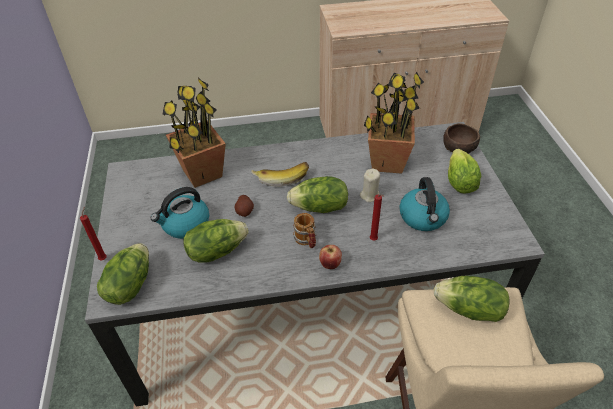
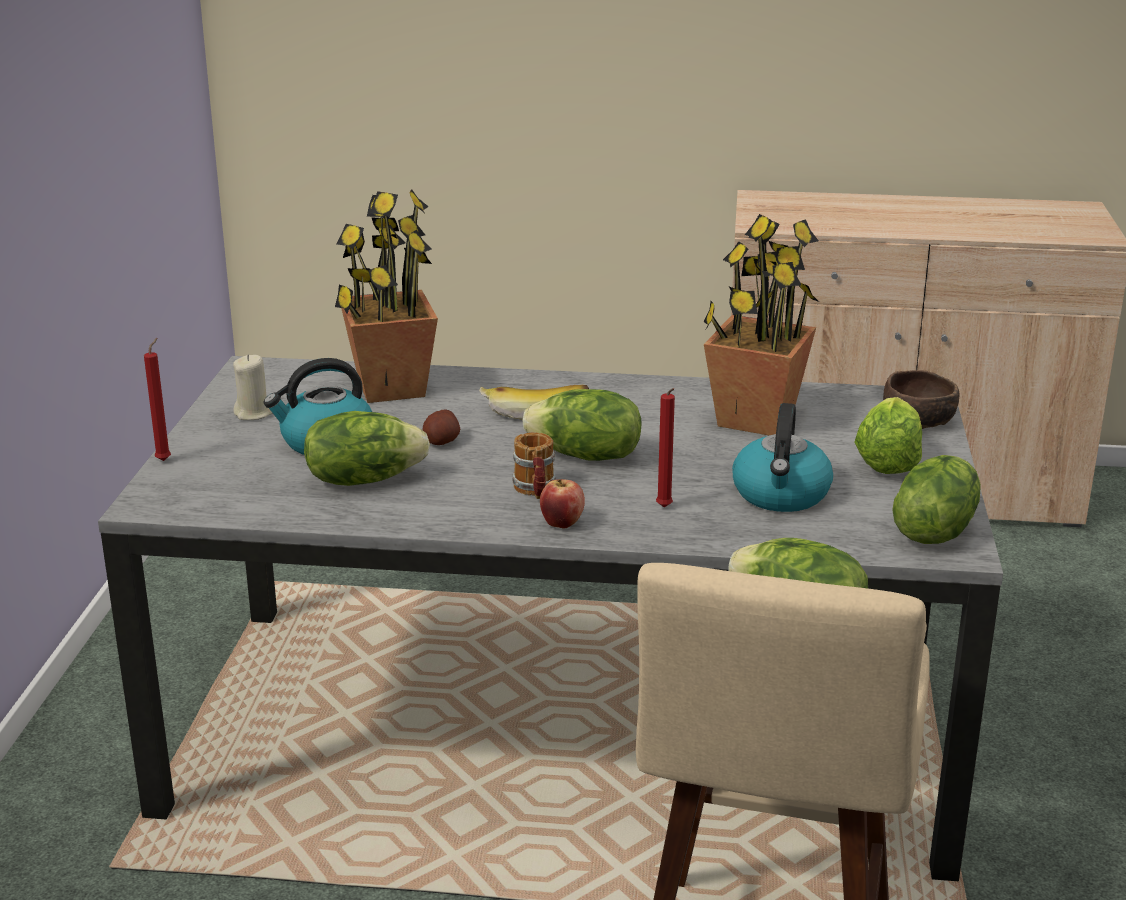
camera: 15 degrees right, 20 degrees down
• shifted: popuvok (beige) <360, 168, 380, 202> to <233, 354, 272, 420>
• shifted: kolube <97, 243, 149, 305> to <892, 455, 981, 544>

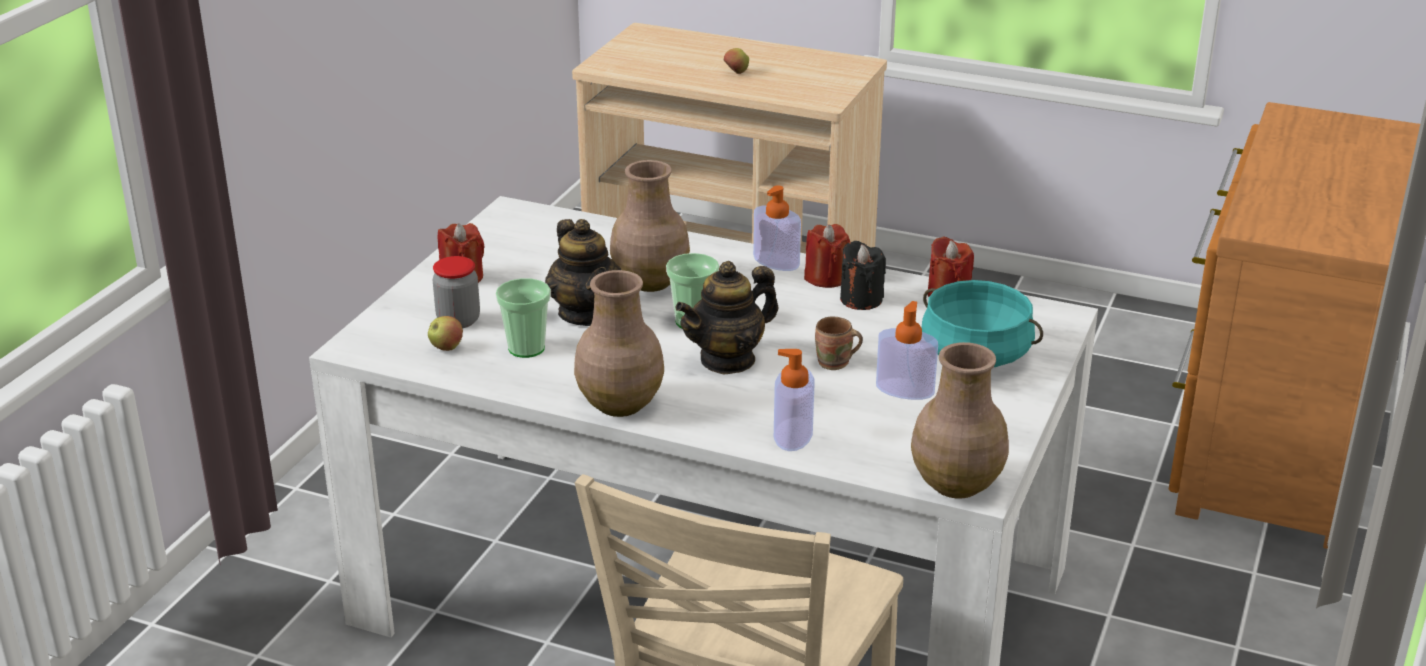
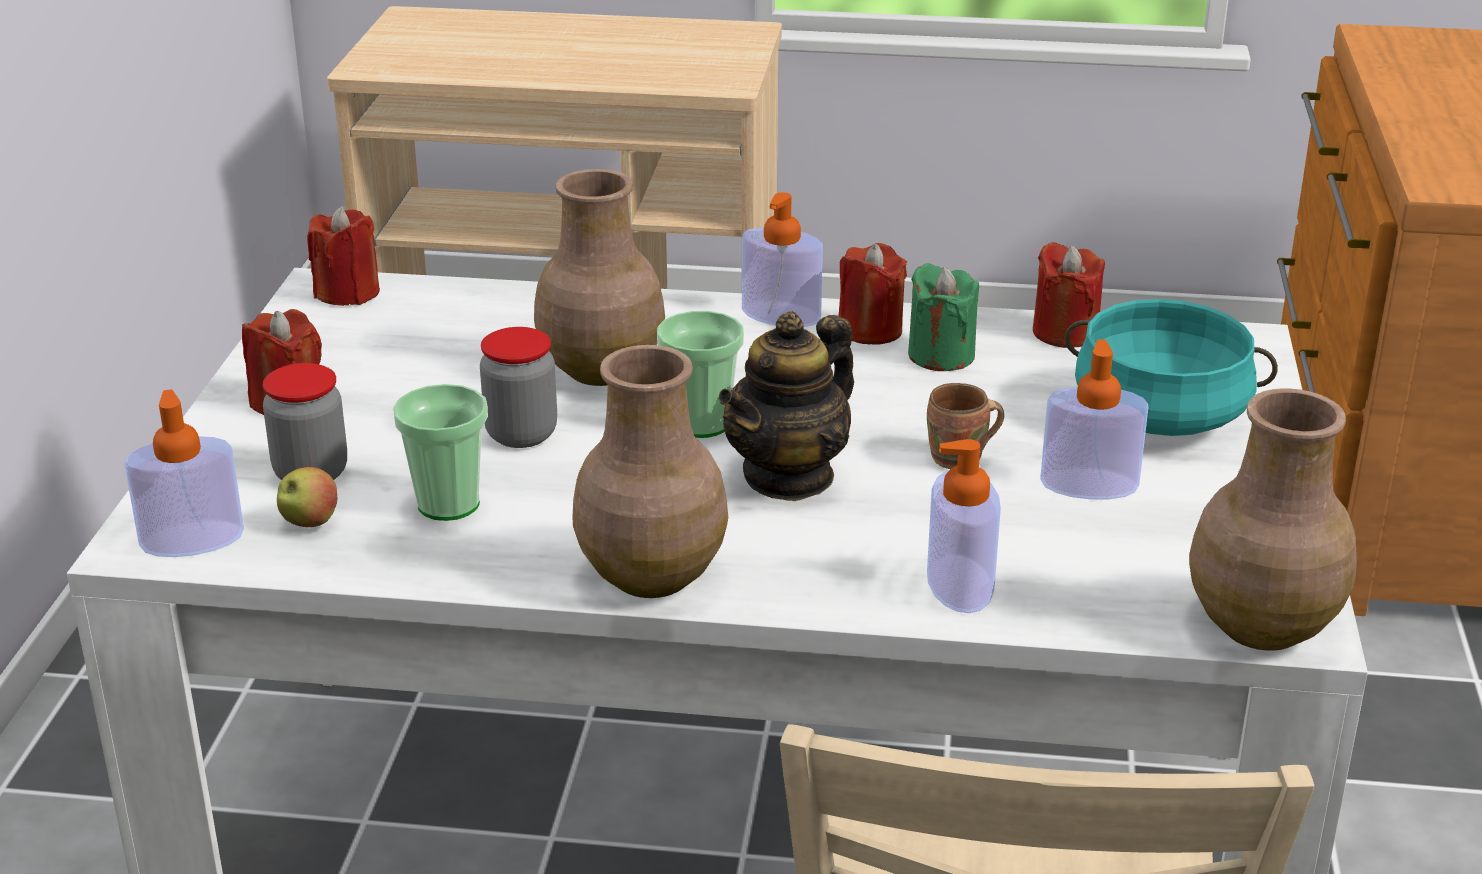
camera: 15 degrees left, 0 degrees up
• gone: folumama <724, 48, 749, 74>
• swapped: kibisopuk <545, 219, 621, 326> to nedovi <480, 327, 557, 448>
• repainted: popuvok (black) <840, 240, 886, 310> to popuvok (green) <908, 263, 979, 371>
• new: popuvok (red) <307, 206, 380, 306>
• new: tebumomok <124, 390, 244, 557>

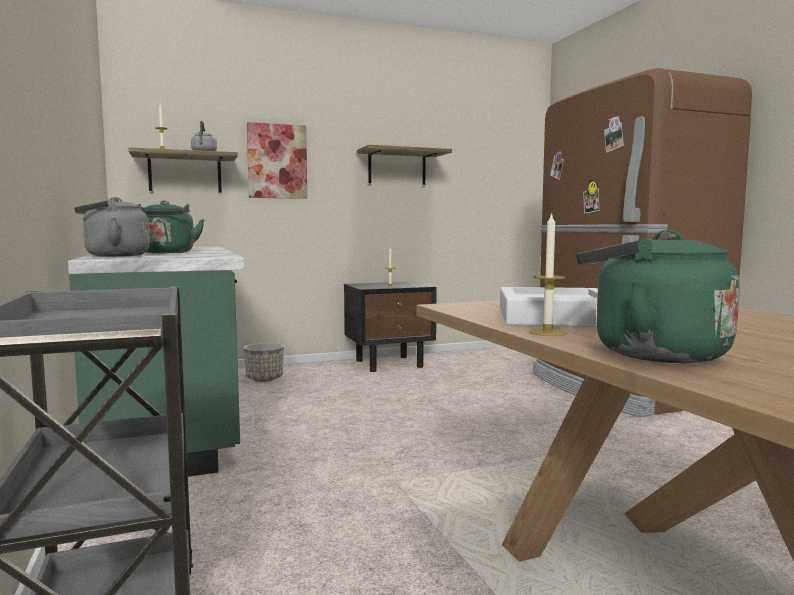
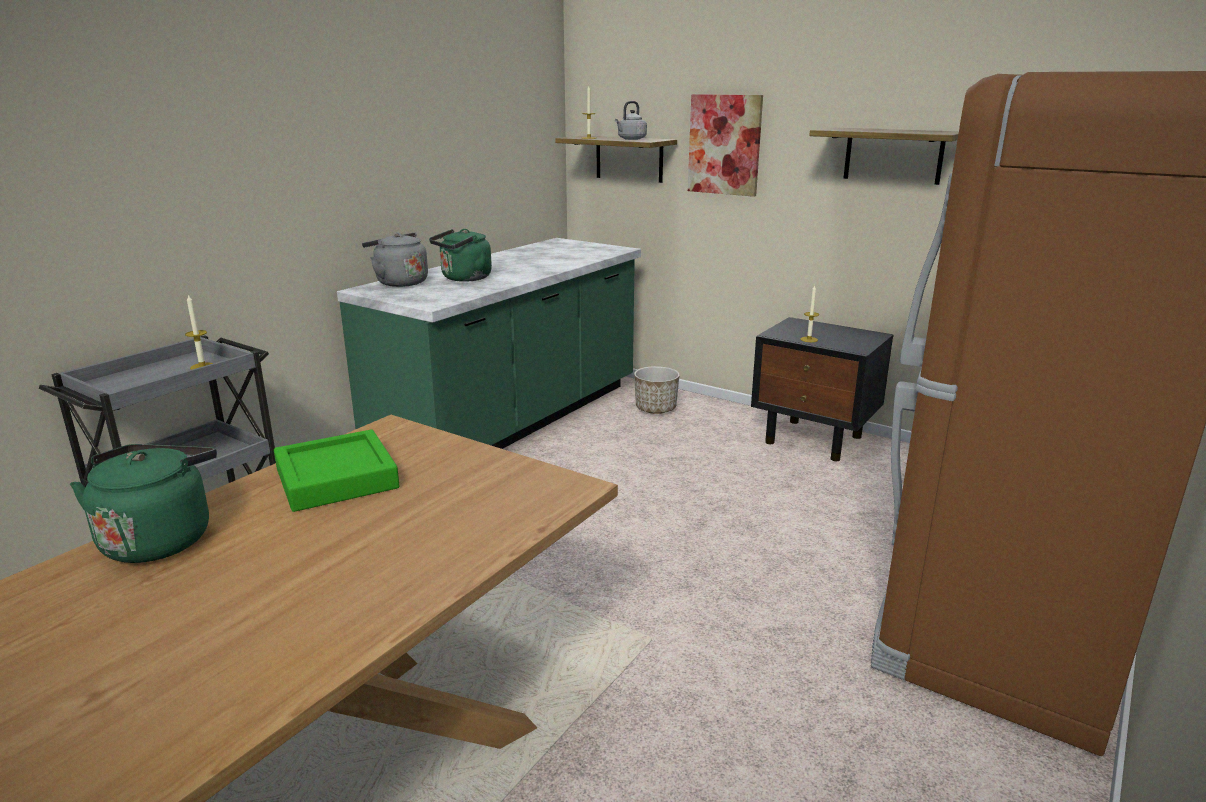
camera: 55 degrees right, 15 degrees up
• shifted: popuvok <529, 212, 567, 336> to <185, 294, 213, 370>
• repainted: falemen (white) <500, 287, 598, 327> to falemen (green) <274, 429, 399, 512>

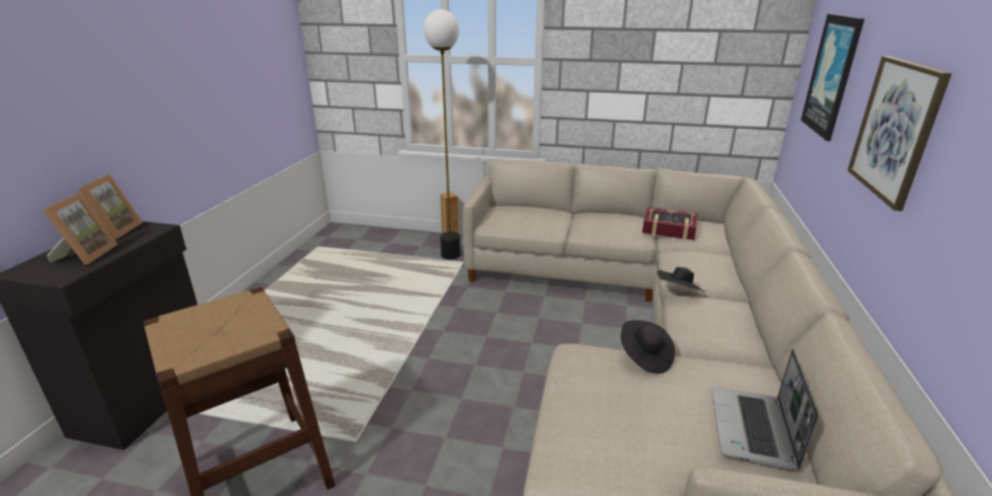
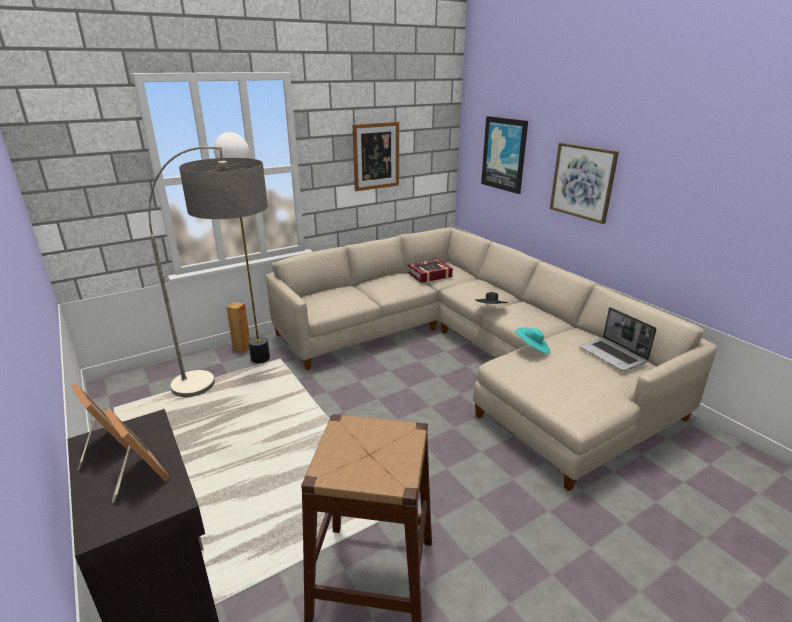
camera: 45 degrees left, 0 degrees up
• repainted: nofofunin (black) <621, 320, 675, 374> to nofofunin (turquoise) <515, 327, 550, 354>
• new: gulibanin <353, 122, 399, 191>
• new: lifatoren <148, 146, 268, 397>

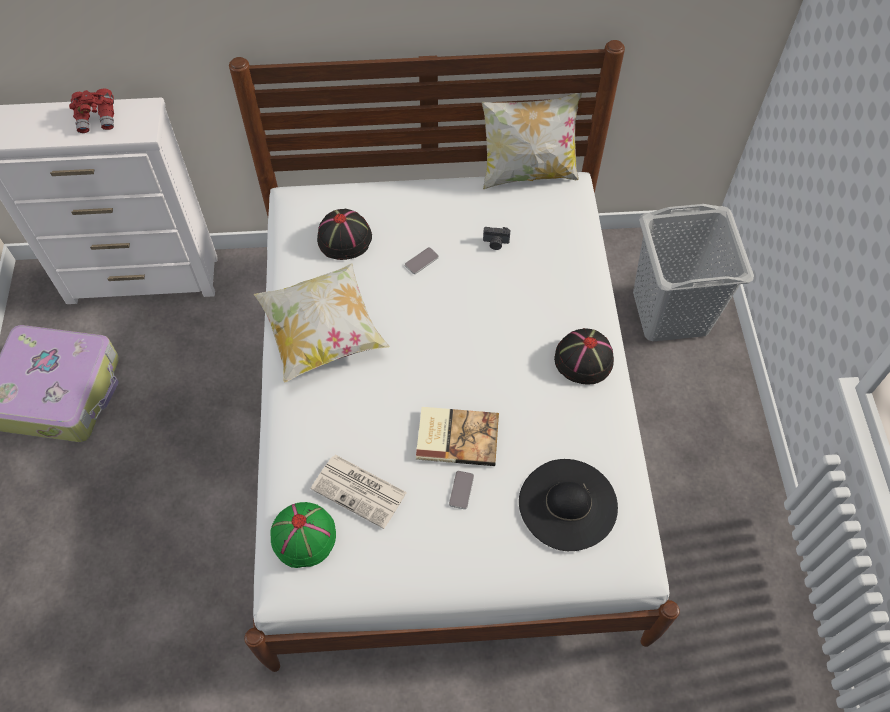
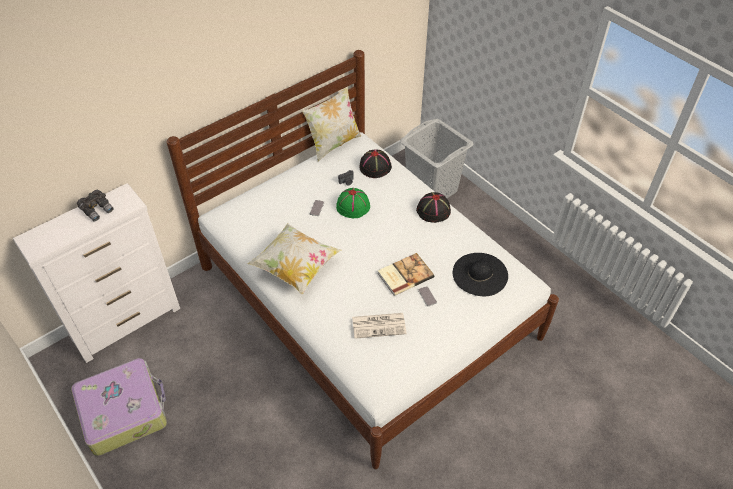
camera: 35 degrees left, 10 degrees down
• repainted: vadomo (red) <69, 88, 114, 133> to vadomo (grey) <77, 190, 114, 222>
• shifted: nofofunin (black) <317, 209, 372, 260> to <360, 149, 392, 178>
• shifted: nofofunin (green) <270, 502, 336, 568> to <336, 188, 370, 218>

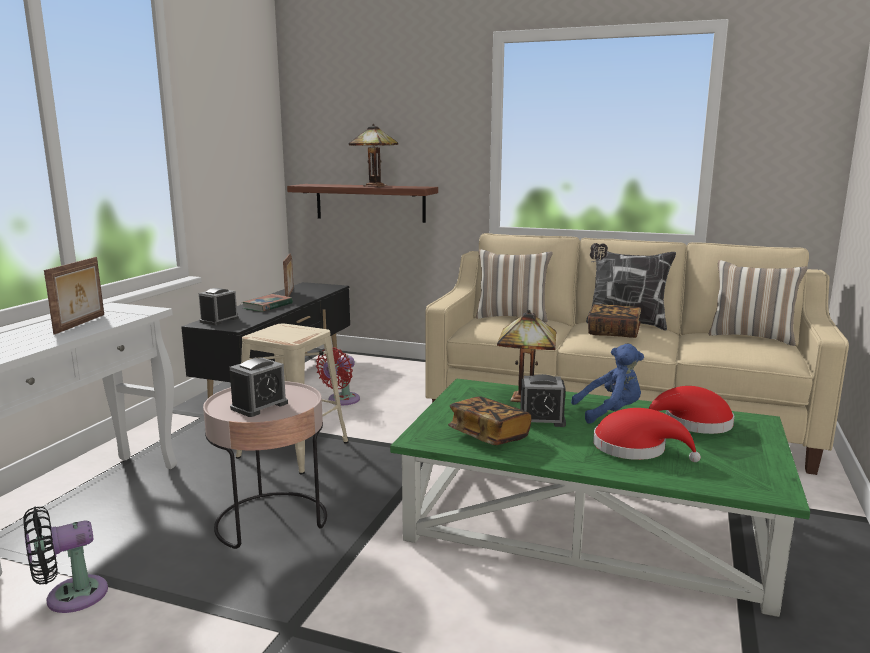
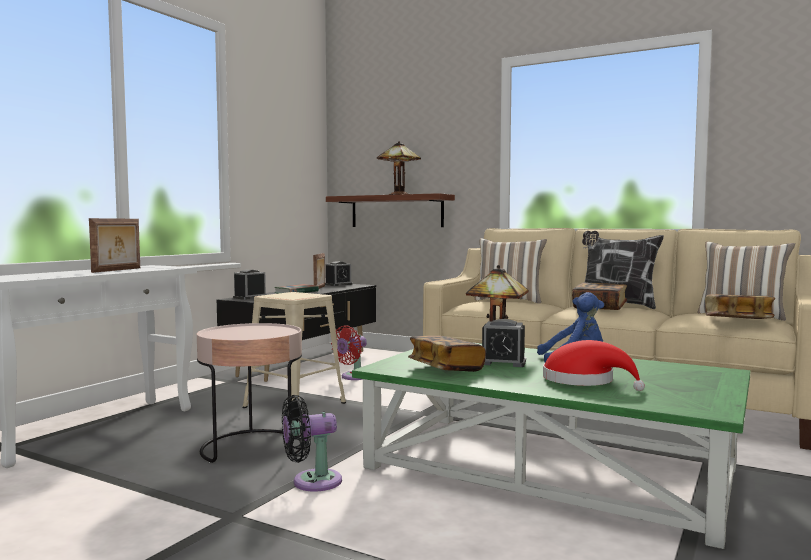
camera: 10 degrees right, 10 degrees down
• shifted: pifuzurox <230, 358, 288, 417> to <325, 261, 352, 286>
• gone: nofofunin (red) <649, 386, 734, 434>
• shifted: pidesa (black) <23, 506, 108, 613> to <282, 395, 342, 491>
• new: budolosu <705, 294, 775, 319>

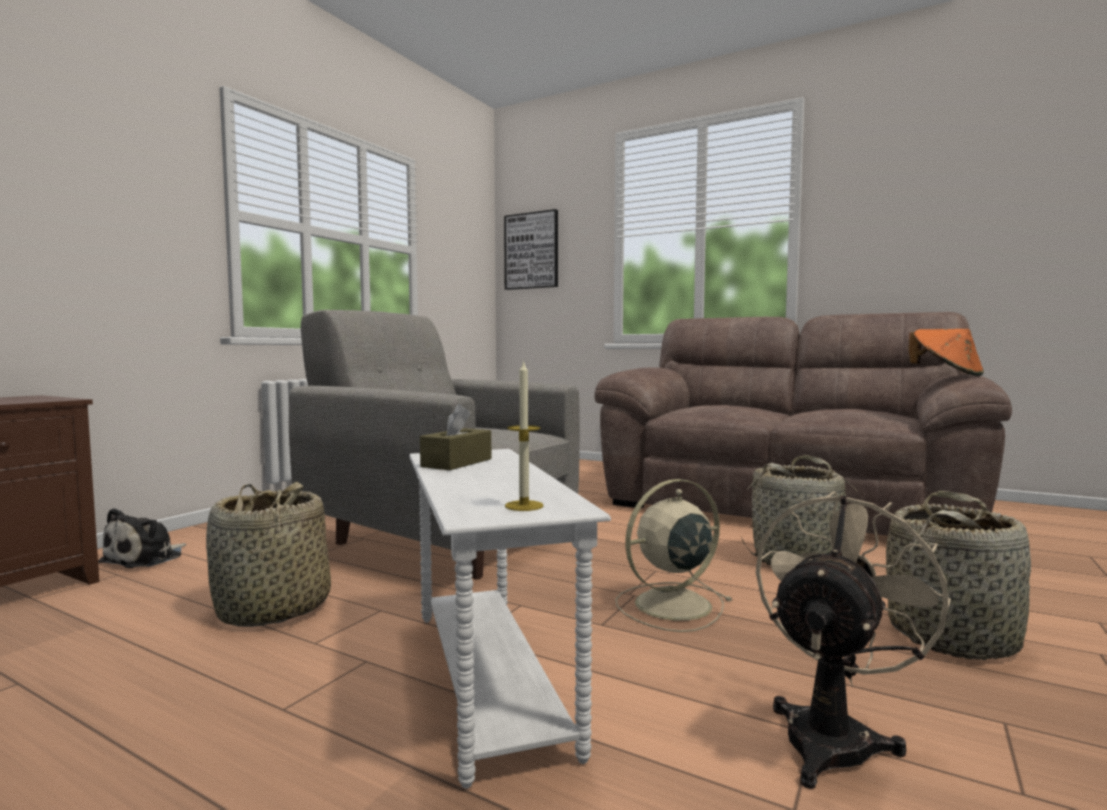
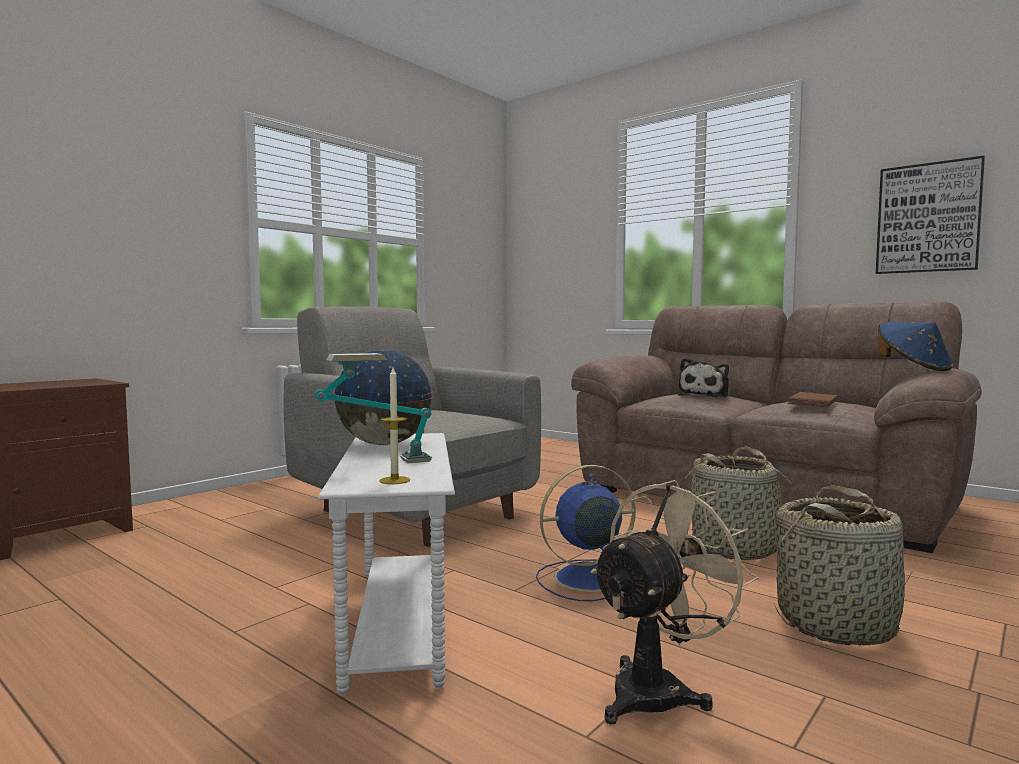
camera: 10 degrees right, 0 degrees up
• shifted: gulibanin <504, 209, 558, 290> to <876, 156, 985, 274>
• repainted: nofofunin (orange) <909, 329, 984, 376> to nofofunin (blue) <878, 322, 954, 371>
• swapped: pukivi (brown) <420, 404, 491, 470> to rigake <333, 350, 433, 445>
• repainted: pidesa (beige) <615, 479, 733, 632> to pidesa (blue) <536, 465, 636, 601>
• gone: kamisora <206, 482, 331, 627>
• shifted: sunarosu <98, 508, 187, 568> to <678, 358, 729, 398>
• new: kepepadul <314, 353, 432, 463>
• new: budolosu (brown) <788, 392, 838, 407>

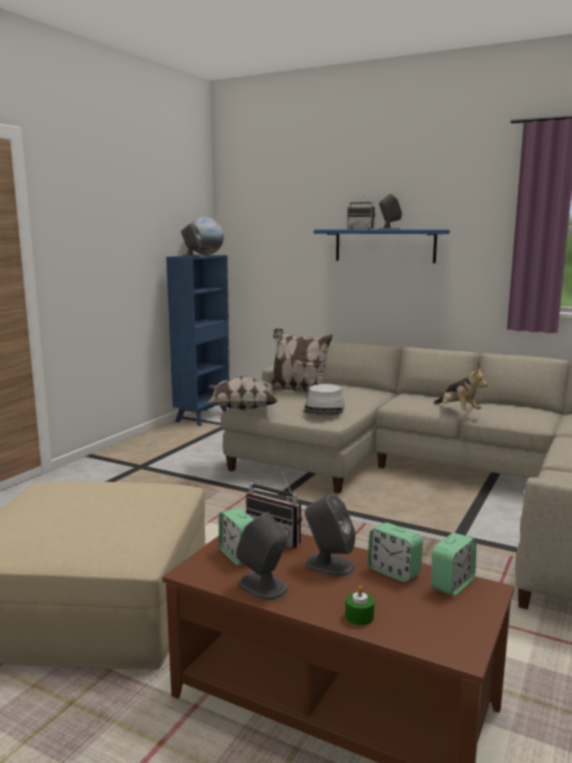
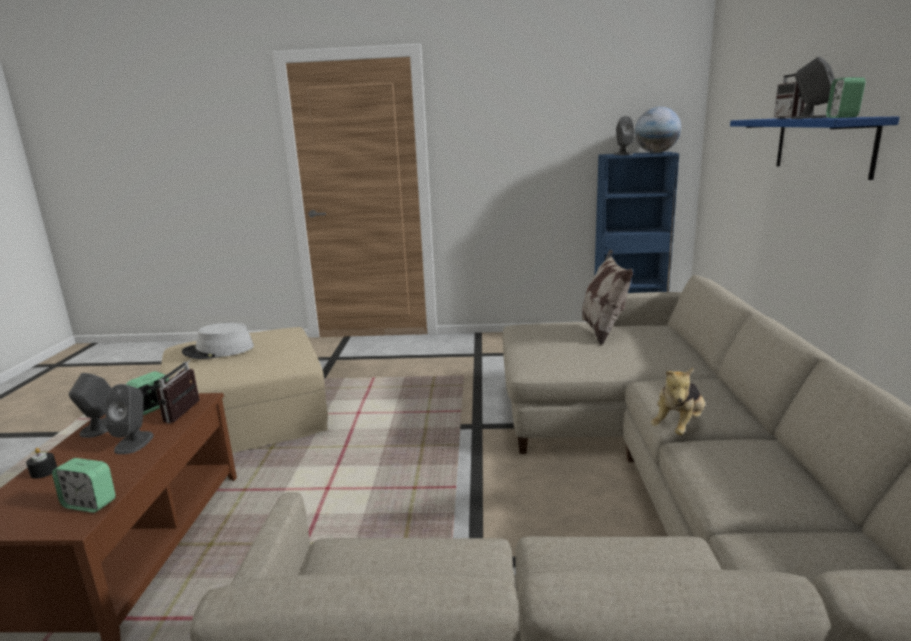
camera: 65 degrees right, 5 degrees up
• gone: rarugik <207, 376, 278, 411>
• shifted: nofofunin (grey) <304, 384, 345, 414> to <182, 323, 254, 359>
• shifted: pifuzurox <368, 522, 423, 582> to <826, 77, 866, 118>
• repainted: popuvok (green) <345, 586, 375, 626> to popuvok (black) <26, 448, 57, 479>

